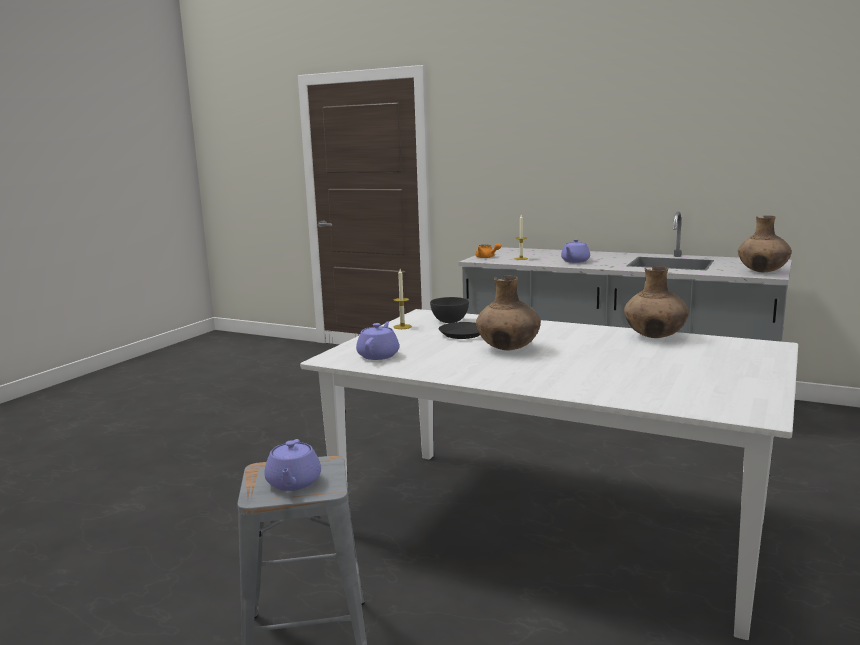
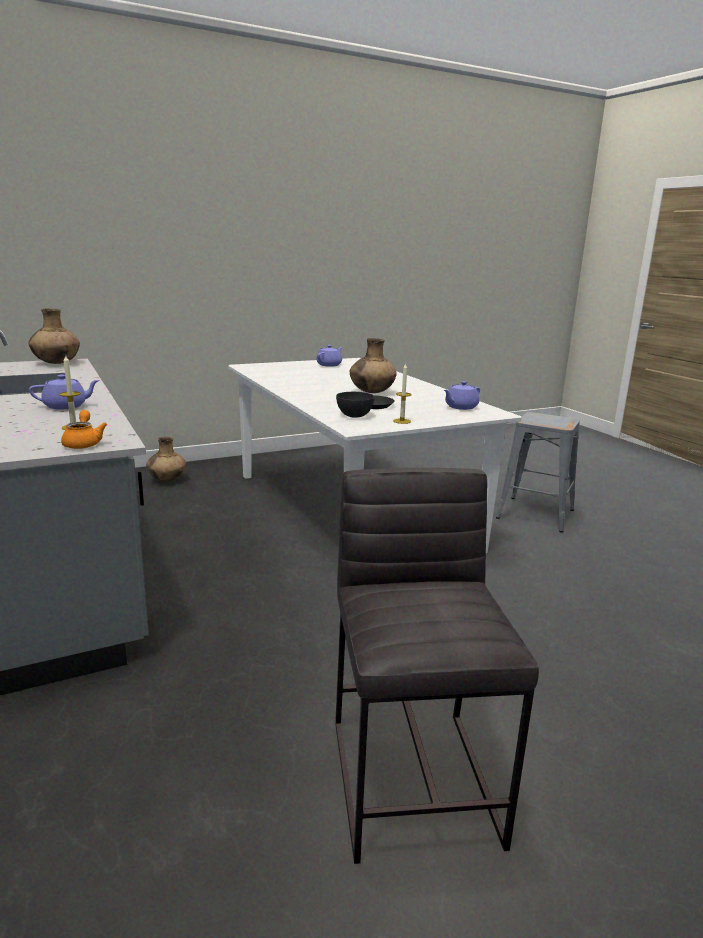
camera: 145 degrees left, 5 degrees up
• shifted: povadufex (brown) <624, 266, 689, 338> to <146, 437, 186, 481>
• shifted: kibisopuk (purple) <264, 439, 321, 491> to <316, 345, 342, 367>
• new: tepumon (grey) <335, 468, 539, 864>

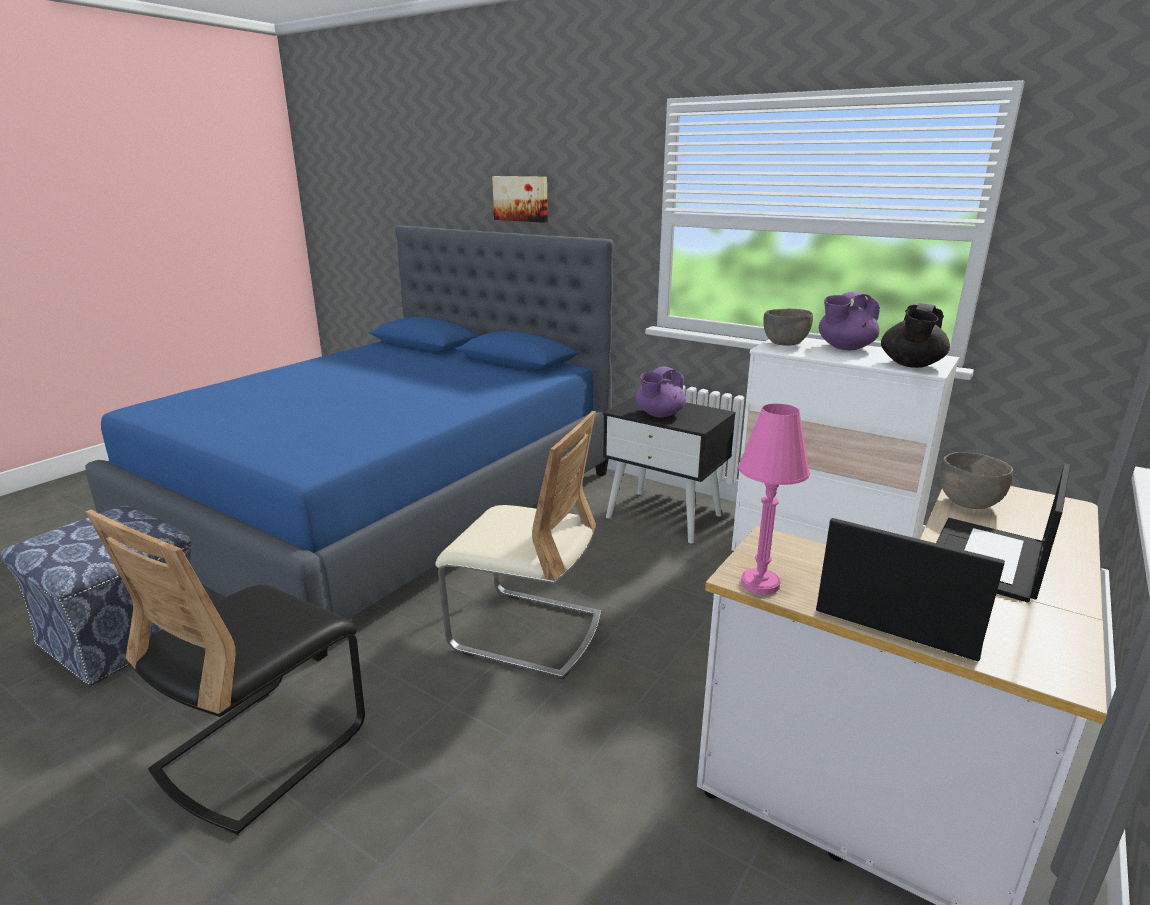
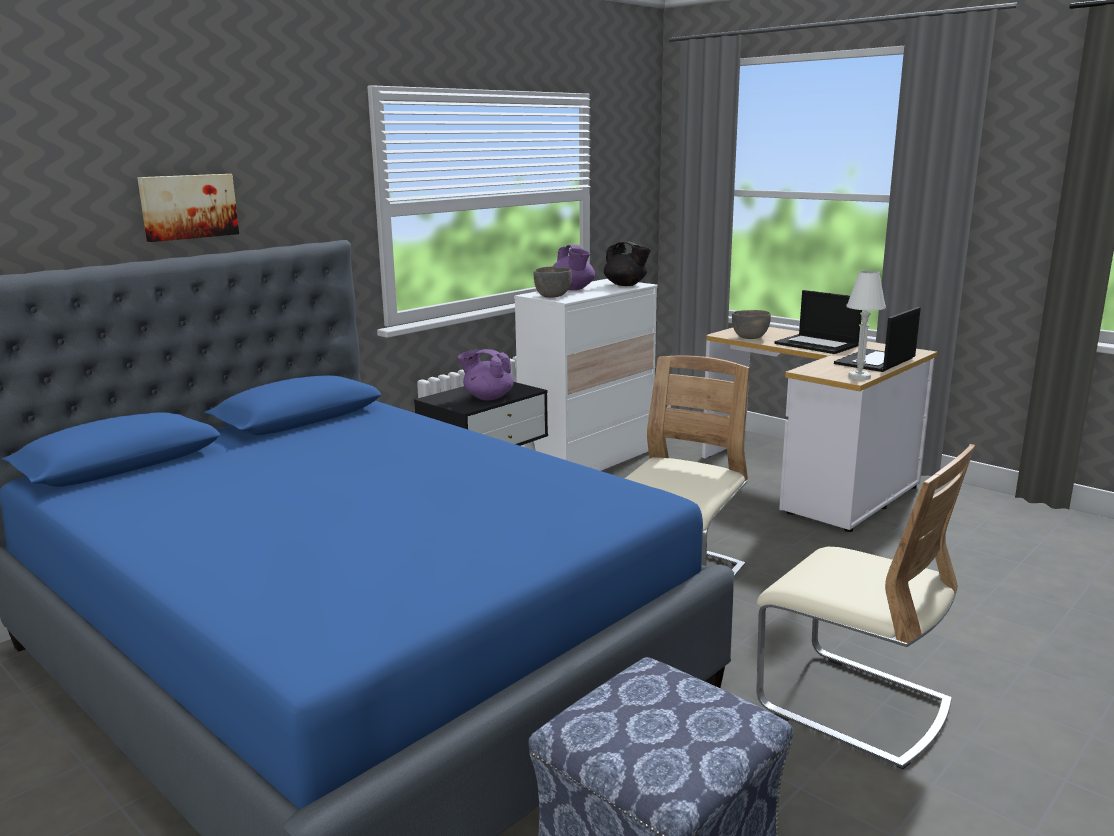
camera: 80 degrees left, 5 degrees down
• rotated: kibisopuk (purple) <636, 366, 686, 417> = <458, 349, 514, 401> 150 degrees clockwise
• repainted: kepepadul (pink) <738, 404, 810, 595> to kepepadul (white) <846, 271, 886, 380>
• repainted: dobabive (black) <86, 510, 365, 835> to dobabive (beige) <756, 444, 975, 770>

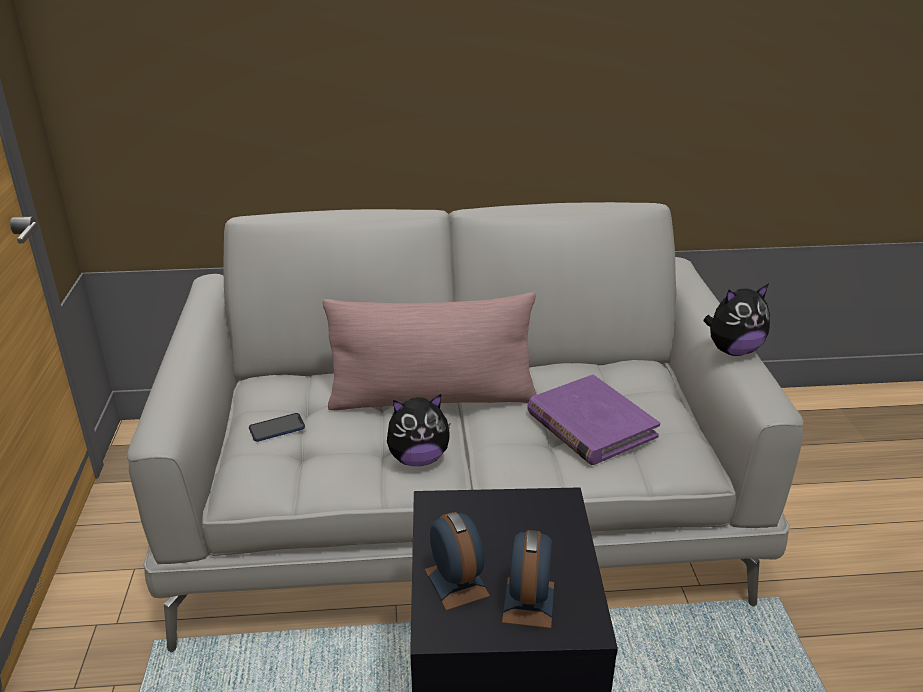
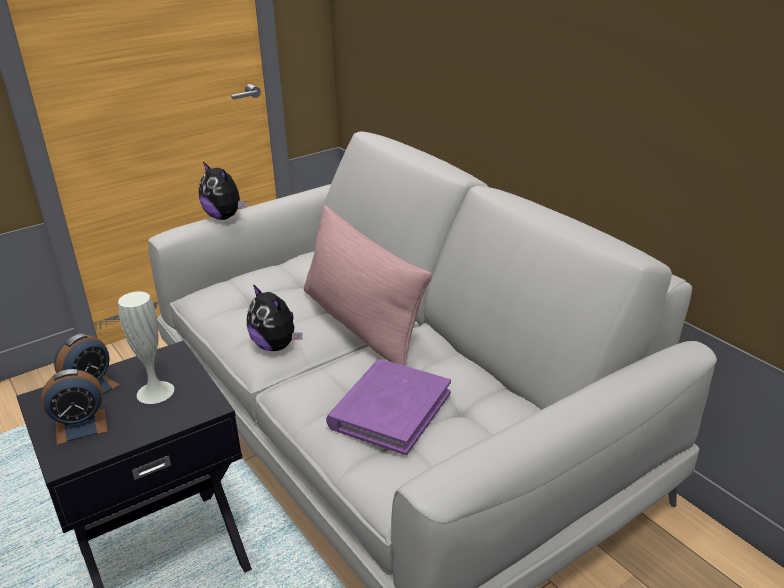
camera: 60 degrees right, 0 degrees up
• shifted: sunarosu <703, 284, 770, 356> to <199, 161, 247, 220>
• gone: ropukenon <249, 413, 305, 442>
• new: povadufex (white) <118, 291, 174, 404>

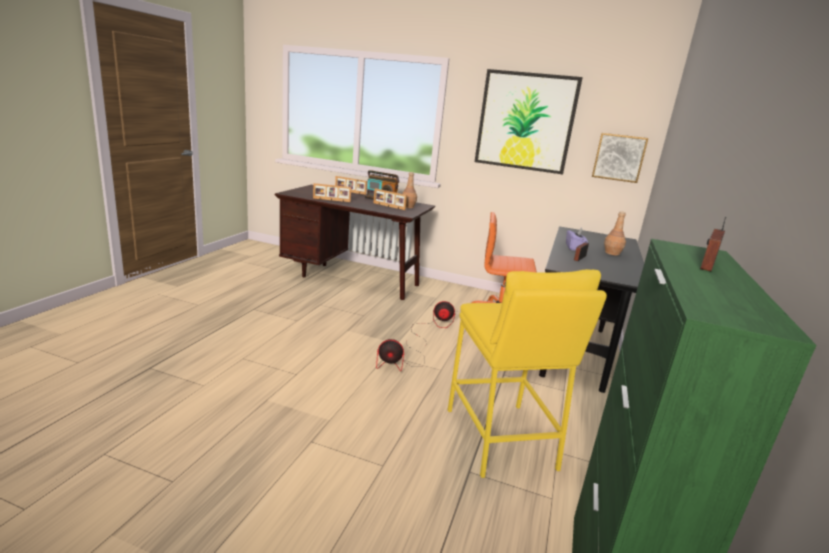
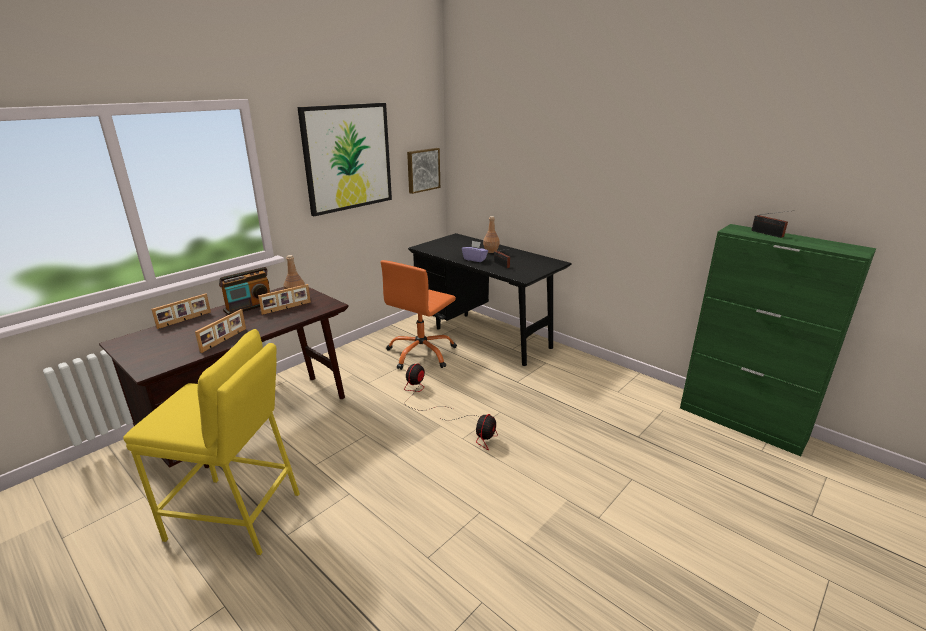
camera: 65 degrees left, 5 degrees up
• shifted: tepumon (yellow) <448, 269, 607, 478> to <123, 329, 300, 555>

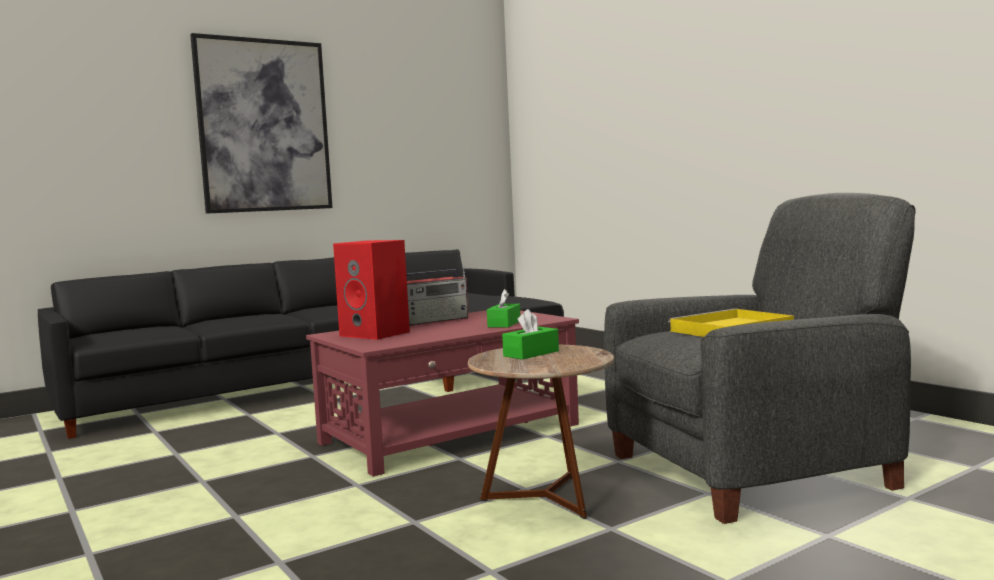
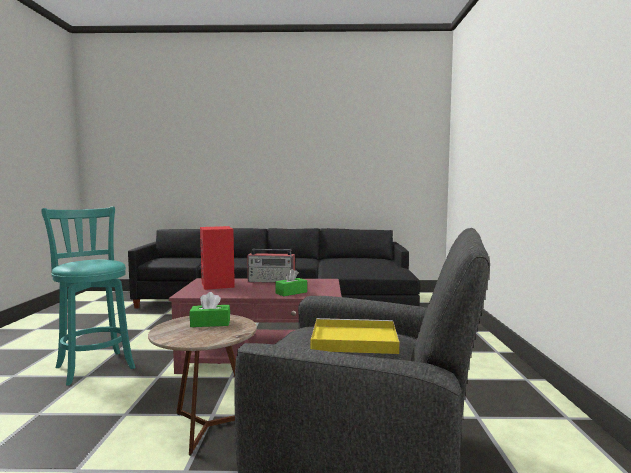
camera: 35 degrees right, 0 degrees up
• gone: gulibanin <190, 33, 332, 214>
• new: tepumon (turquoise) <41, 206, 136, 386>

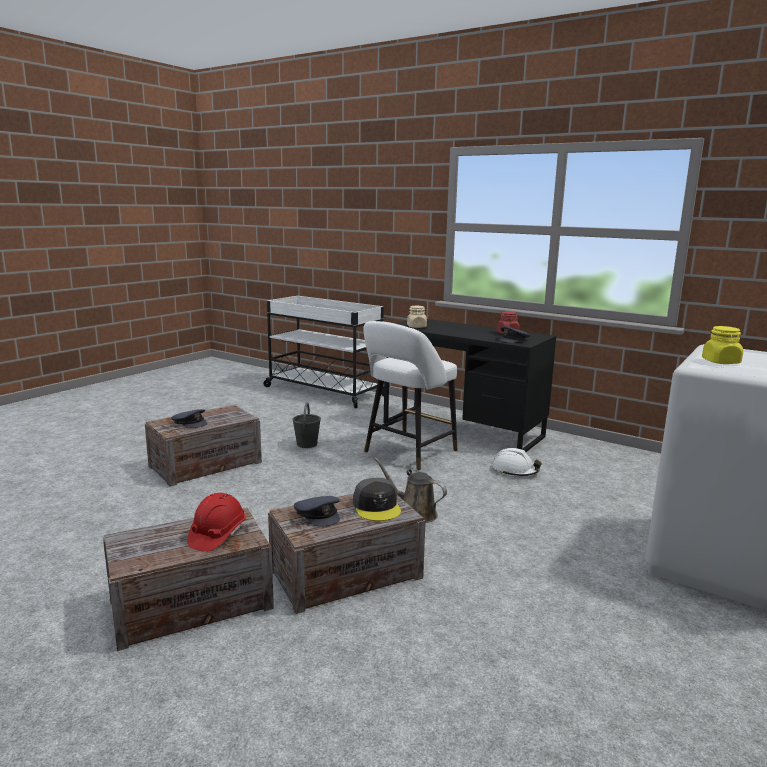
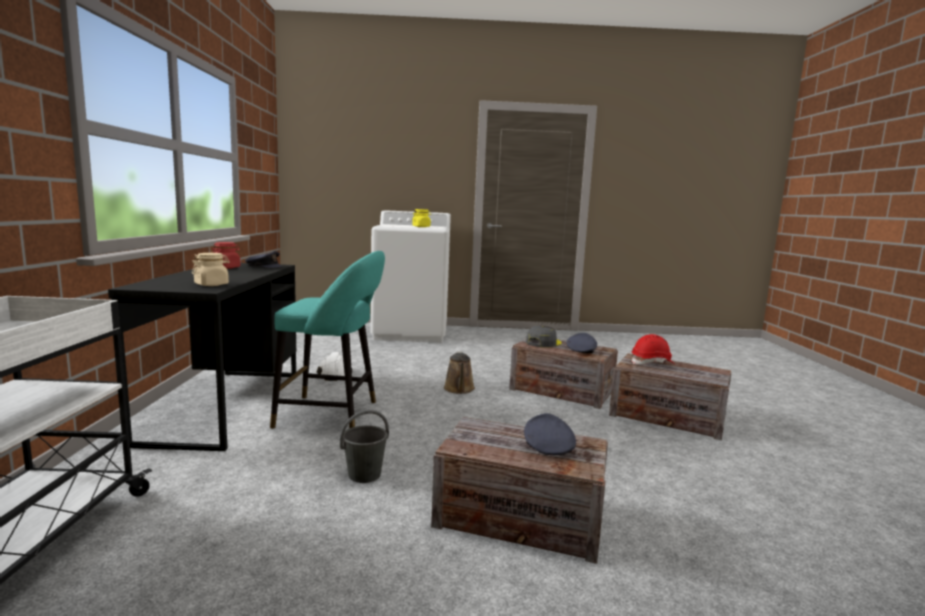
camera: 125 degrees left, 5 degrees down
• repainted: tepumon (white) <364, 321, 457, 470> to tepumon (turquoise) <270, 251, 385, 429>

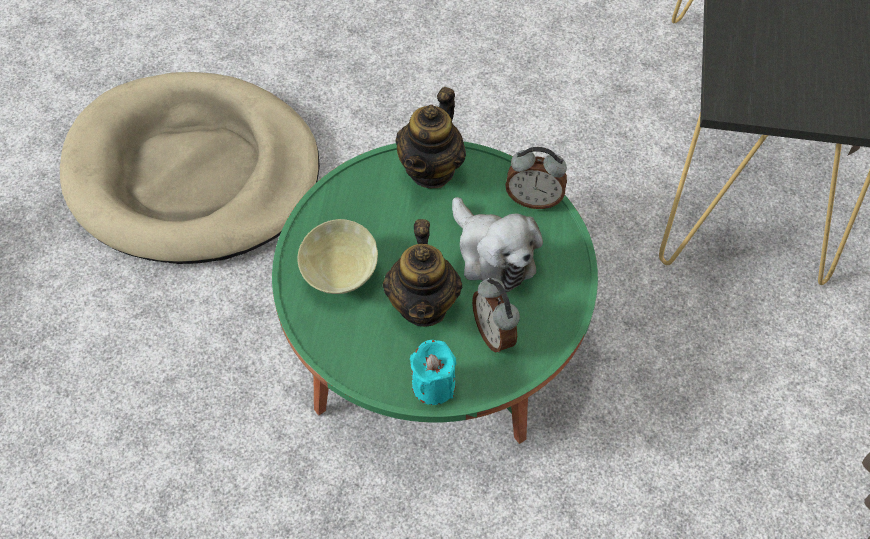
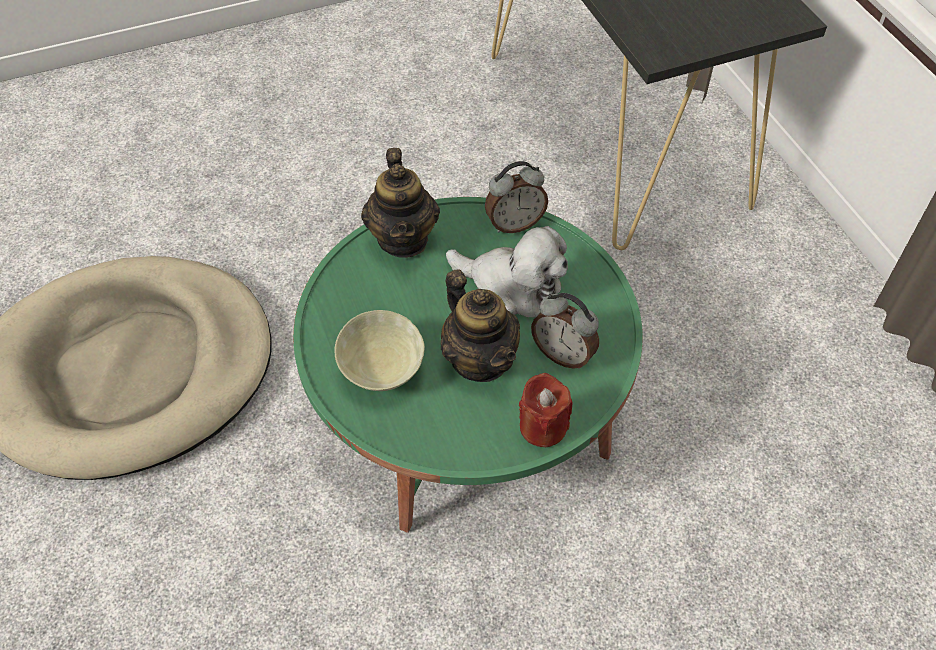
camera: 30 degrees left, 5 degrees down
• repainted: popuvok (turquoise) <410, 340, 456, 405> to popuvok (red) <519, 373, 573, 447>

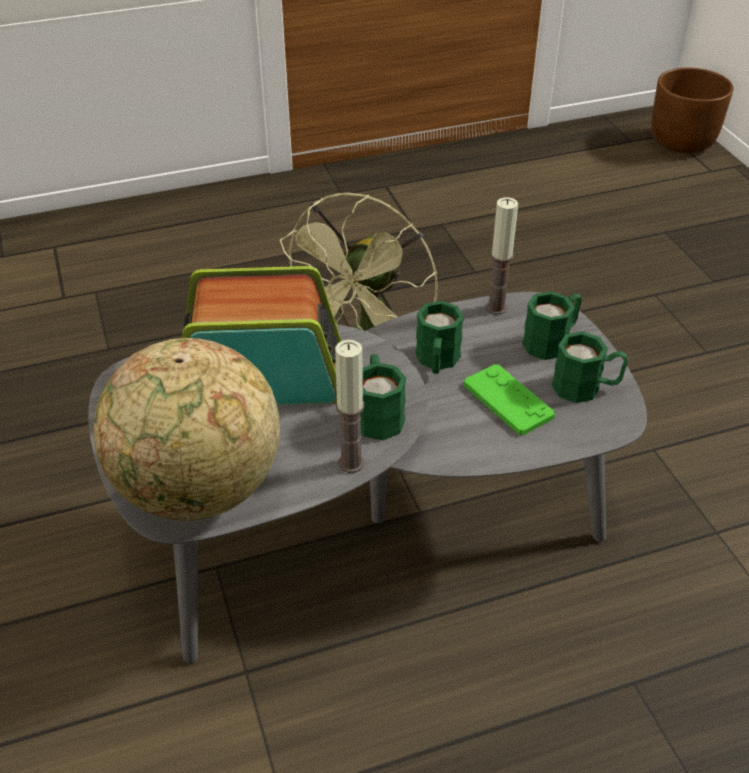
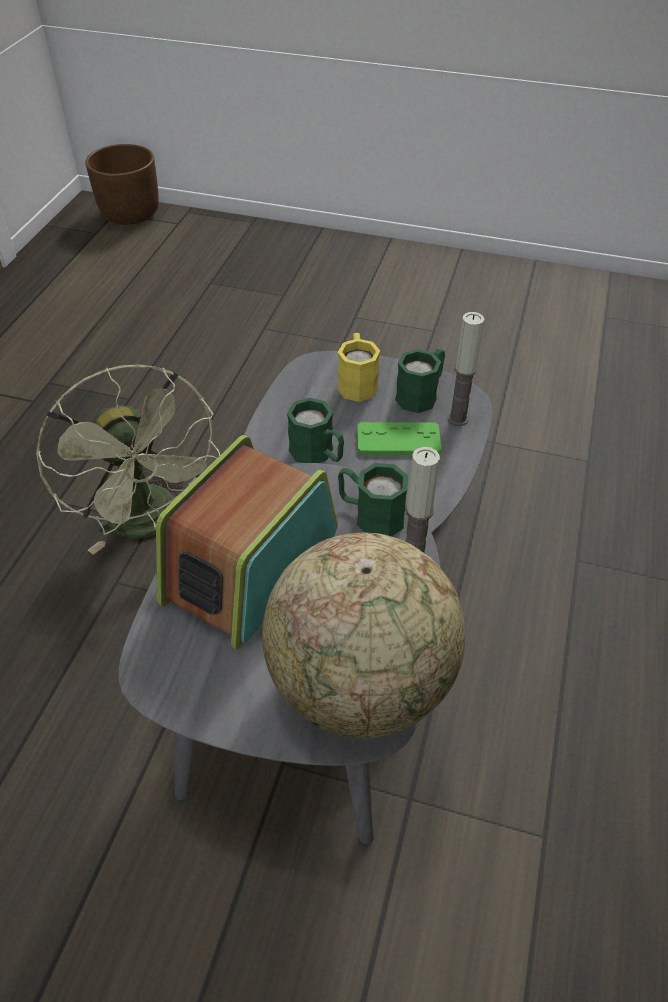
camera: 55 degrees left, 5 degrees up
• shifted: popuvok <486, 197, 518, 315> to <448, 312, 484, 426>
• repainted: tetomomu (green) <522, 291, 582, 360> to tetomomu (yellow) <337, 333, 380, 402>

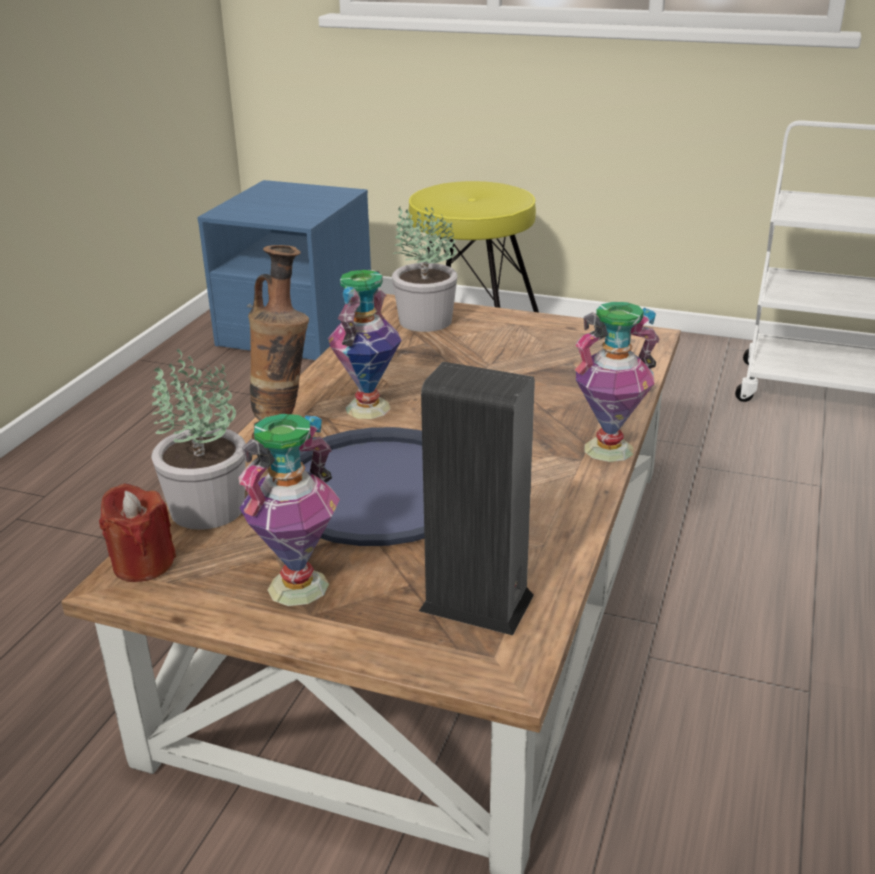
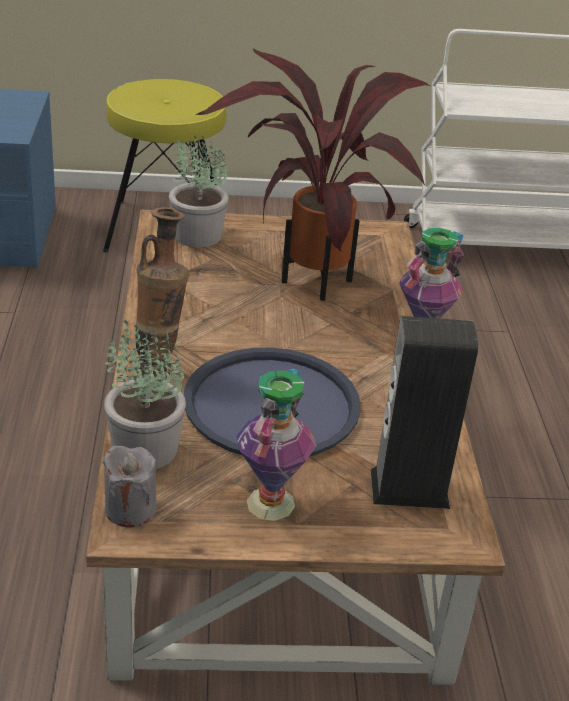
camera: 25 degrees left, 5 degrees up
• gone: povadufex <328, 270, 402, 419>
• repainted: popuvok (red) <99, 484, 176, 582> to popuvok (grey) <103, 445, 156, 527>
• new: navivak <196, 48, 430, 301>

